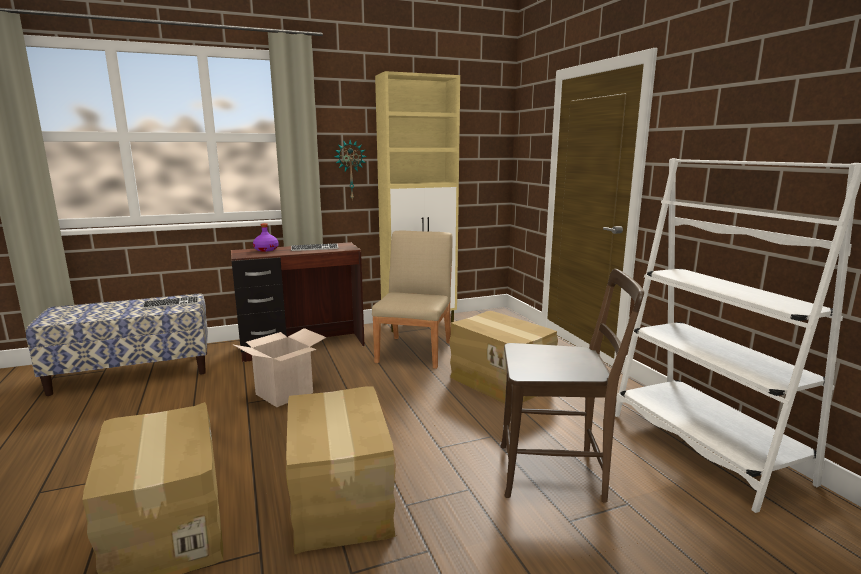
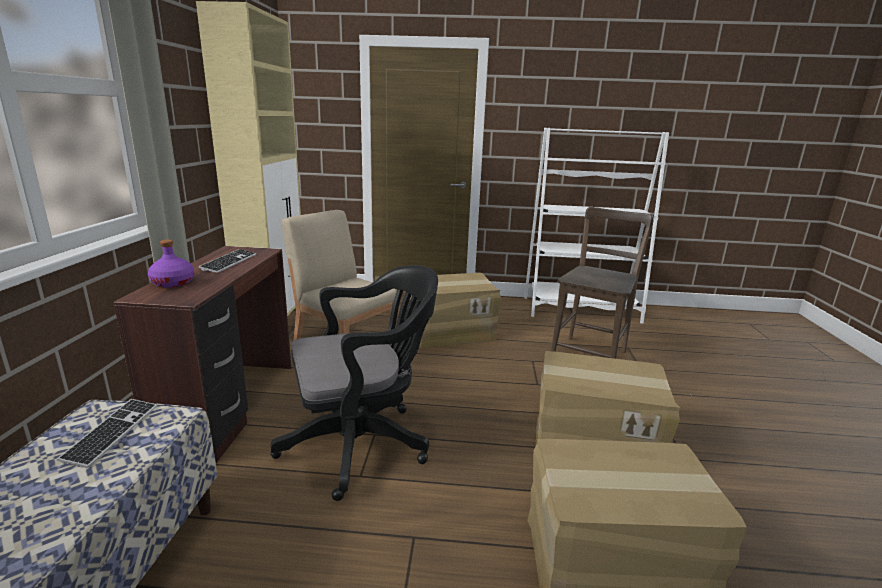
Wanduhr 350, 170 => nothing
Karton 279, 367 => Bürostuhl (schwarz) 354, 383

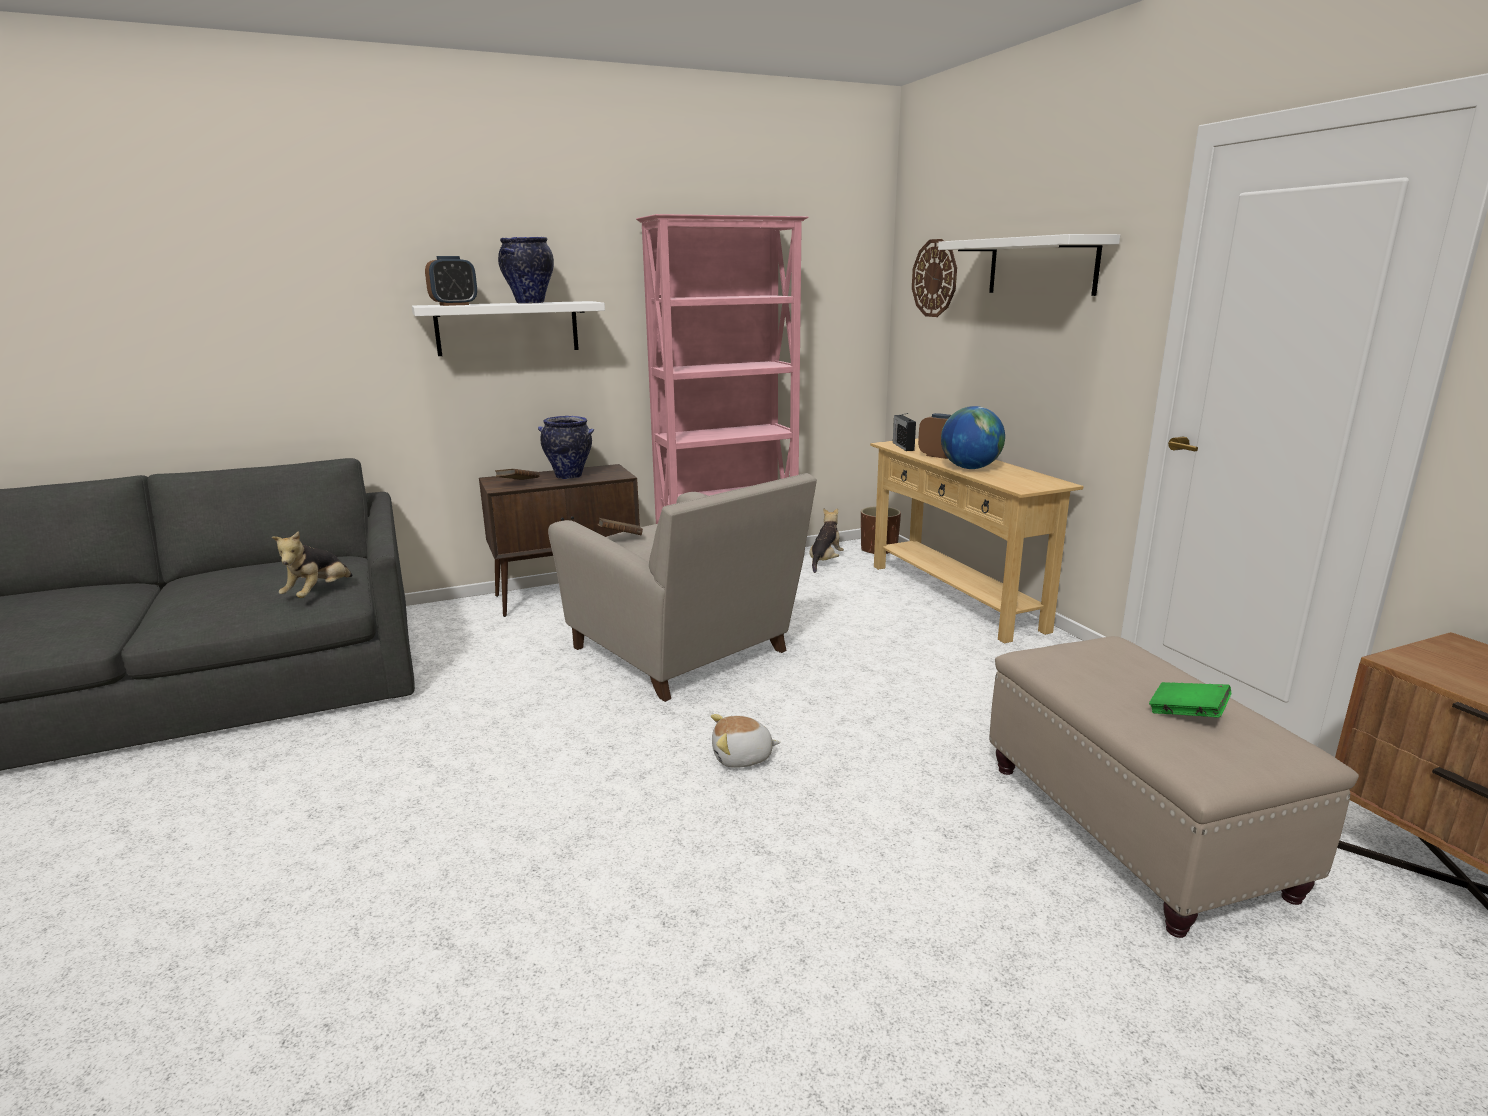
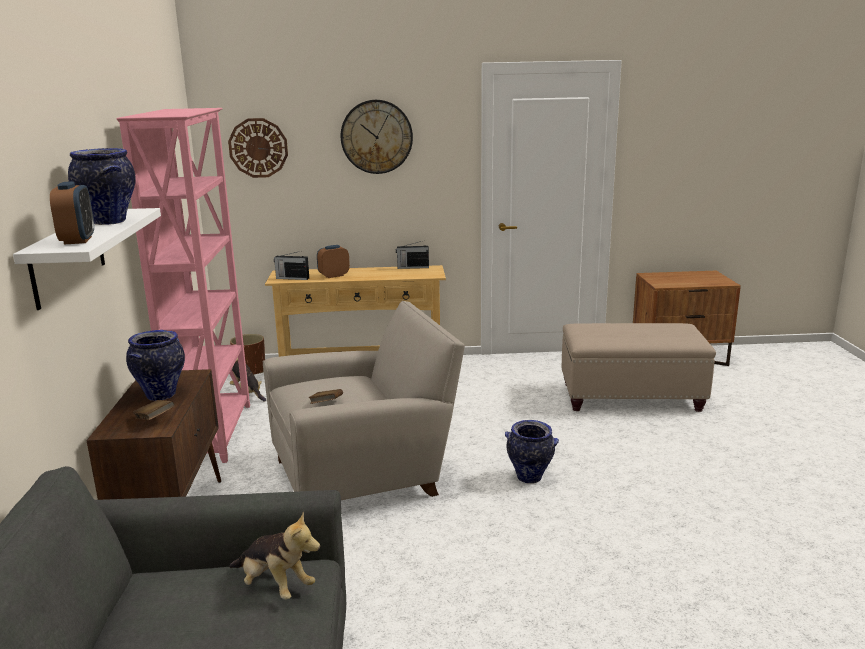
Globus 973, 437 => nothing
Buch (grün) 1190, 700 => nothing
nothing => Radio 412, 255
Plüschtier 746, 741 => Vase 532, 452
Wandregal (weiß) 1029, 265 => Wanduhr 377, 137

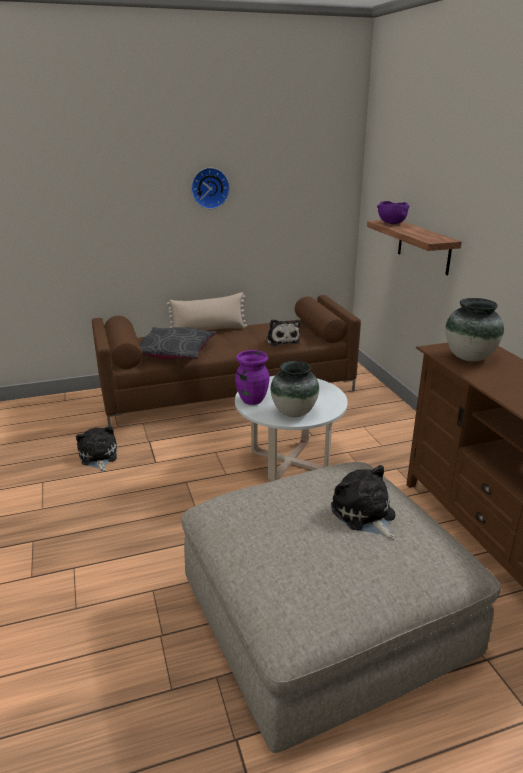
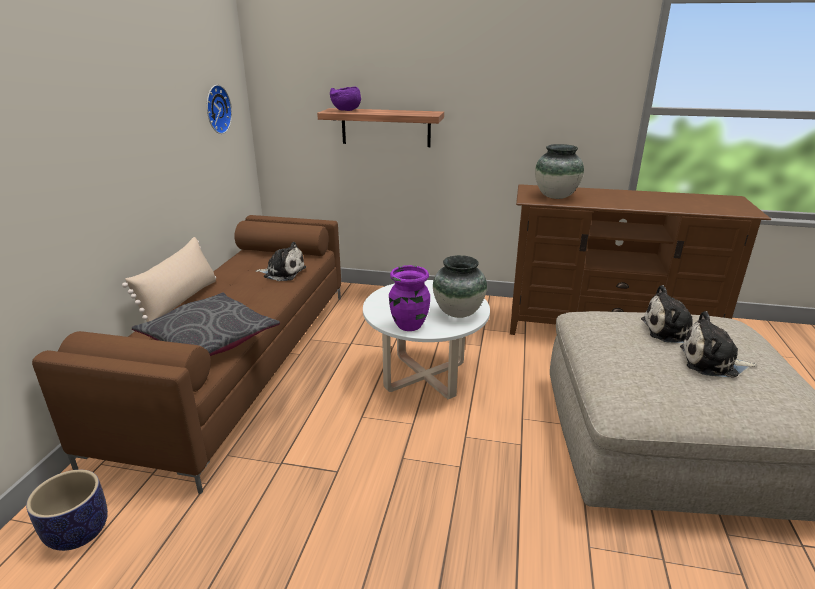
nothing => Pflanzkübel 67, 510
Plüschtier 96, 449 => Plüschtier 718, 344, moved
Wanduhr 210, 188 => Wanduhr 219, 109, moved

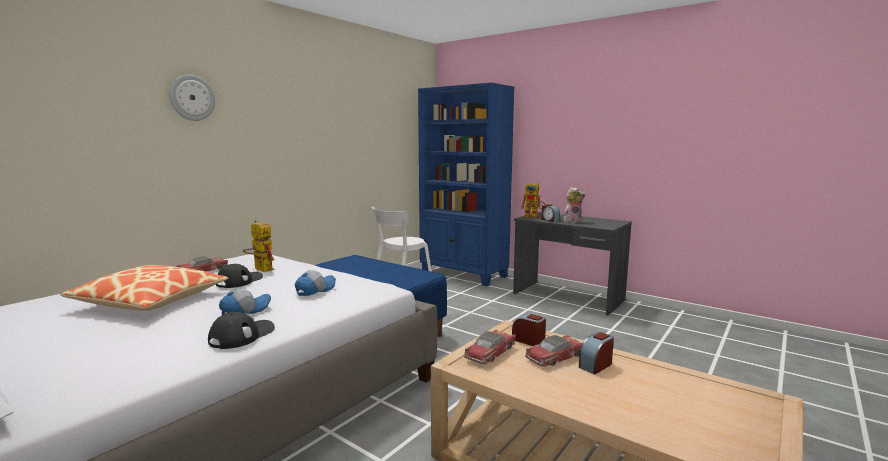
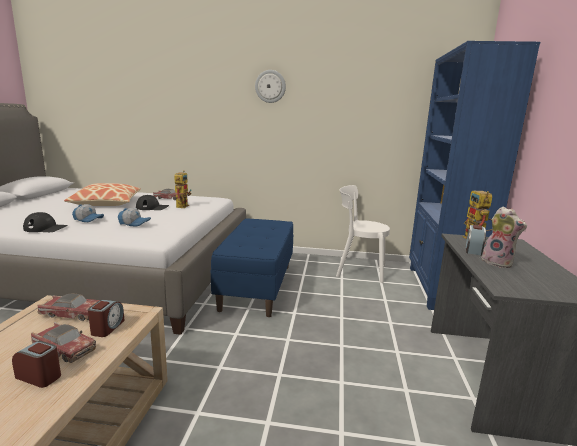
Wanduhr 192, 98 => Wanduhr 270, 86, moved

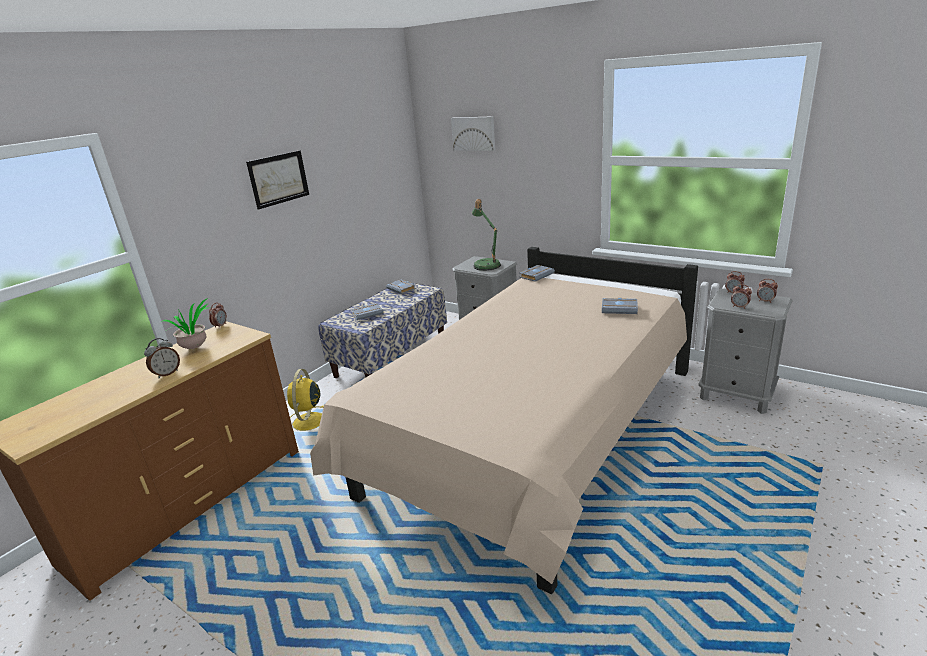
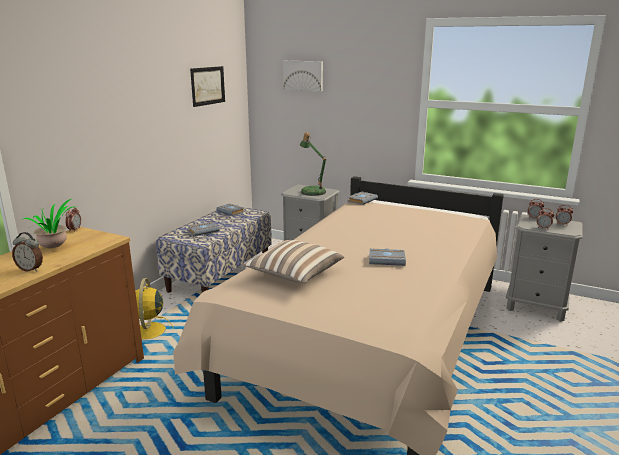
nothing => Kissen 294, 262
Bild 277, 180 => Bild 207, 86, moved
Buch (grau) 620, 306 => Buch (grau) 387, 257, moved
Wecker 162, 358 => Wecker 27, 252, 75 degrees clockwise

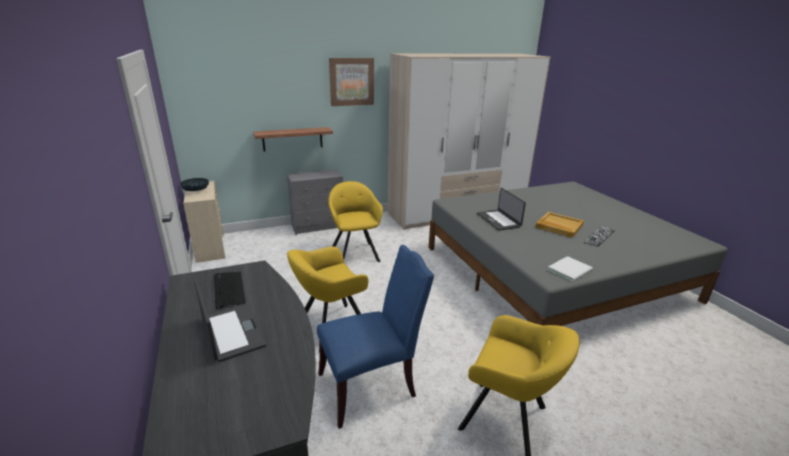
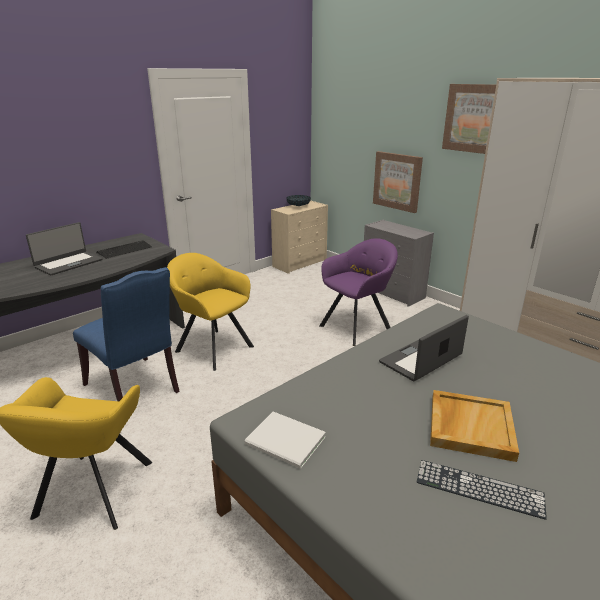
Wandregal 293, 139 => Bild 398, 182
Sessel (gelb) 355, 221 => Sessel (lila) 358, 292

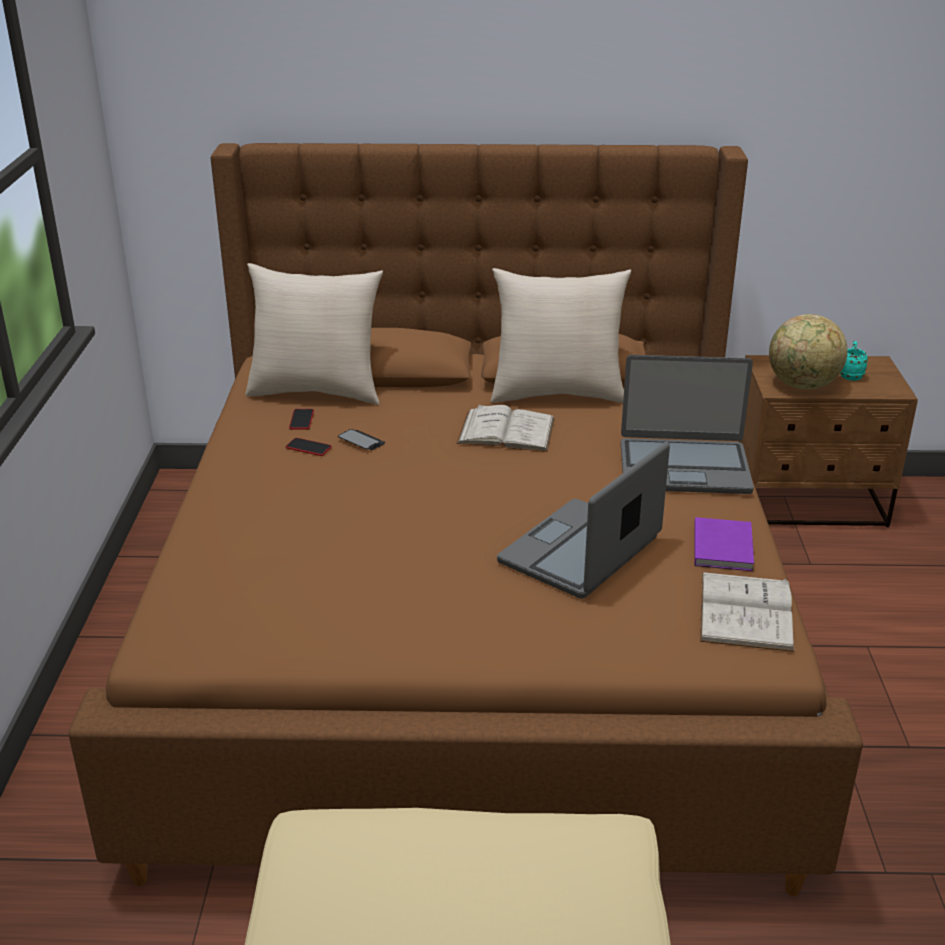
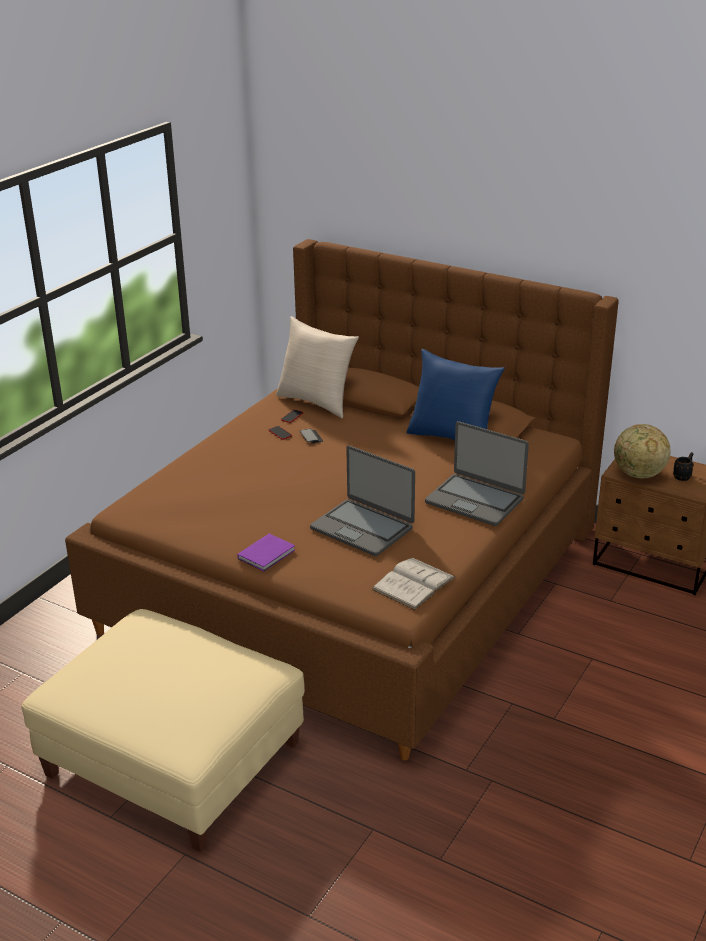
Buch (weiß) 506, 428 => nothing
Buch (lila) 724, 544 => Buch (lila) 266, 552, moved
Kissen (beige) 561, 335 => Kissen (blau) 455, 394
Henkelbecher (türkis) 854, 361 => Henkelbecher (schwarz) 683, 466
Laptop 583, 520 => Laptop 362, 500, 120 degrees counterclockwise

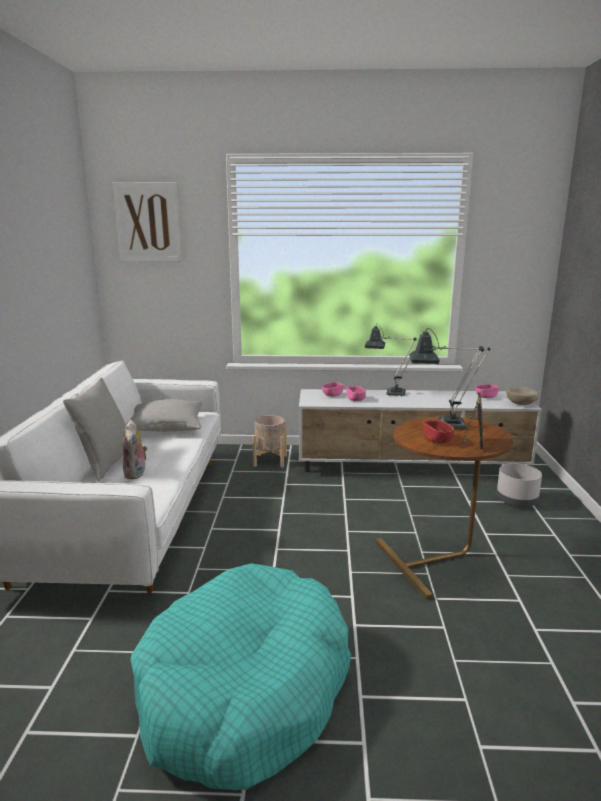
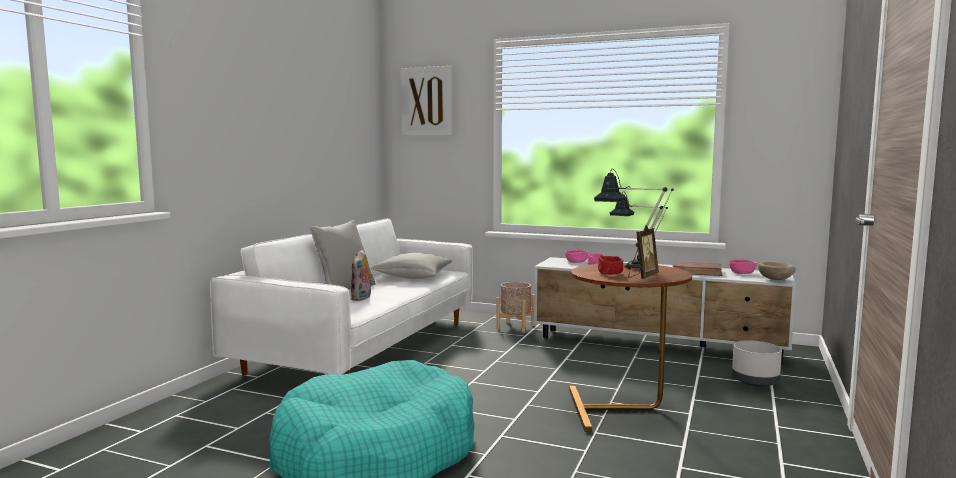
nothing => Buch (braun) 698, 268

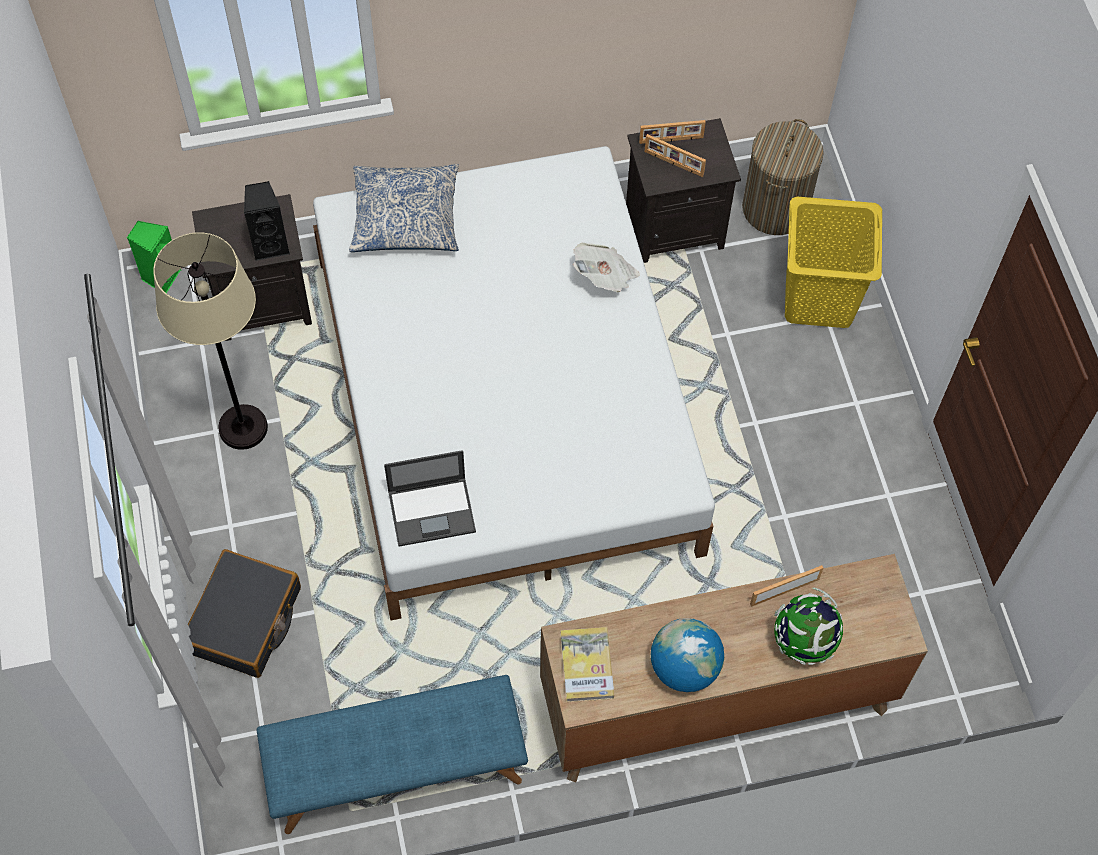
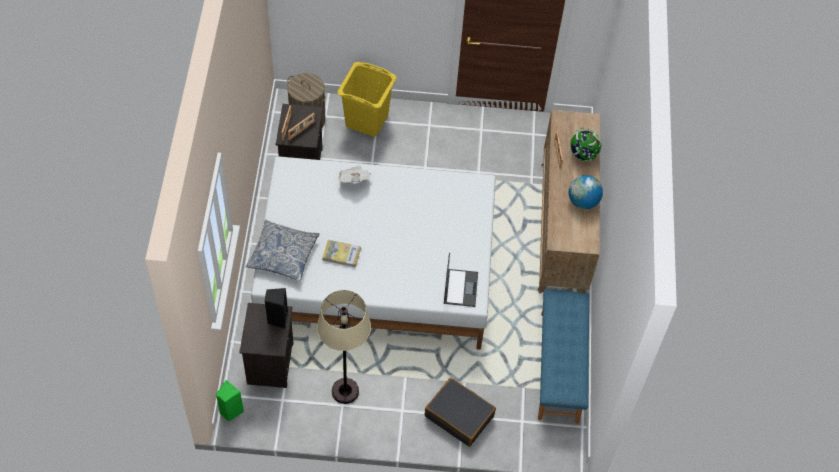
Buch 587, 664 => Buch 341, 253, moved

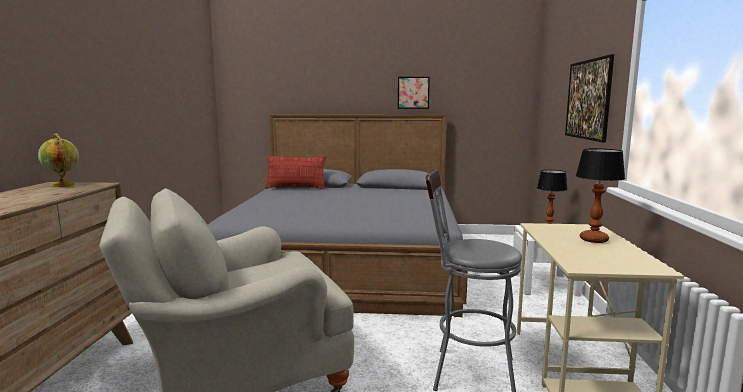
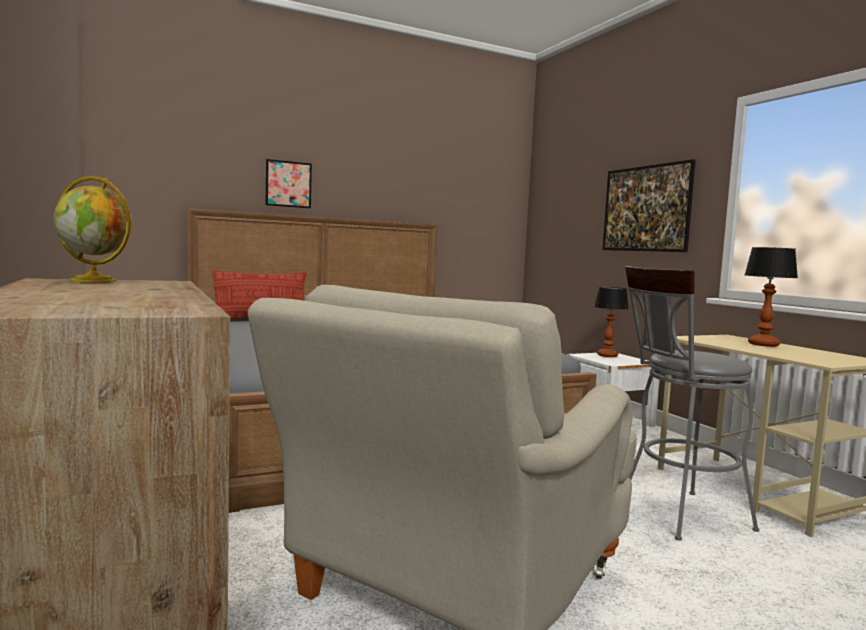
Bild 414, 93 => Bild 288, 183, moved

